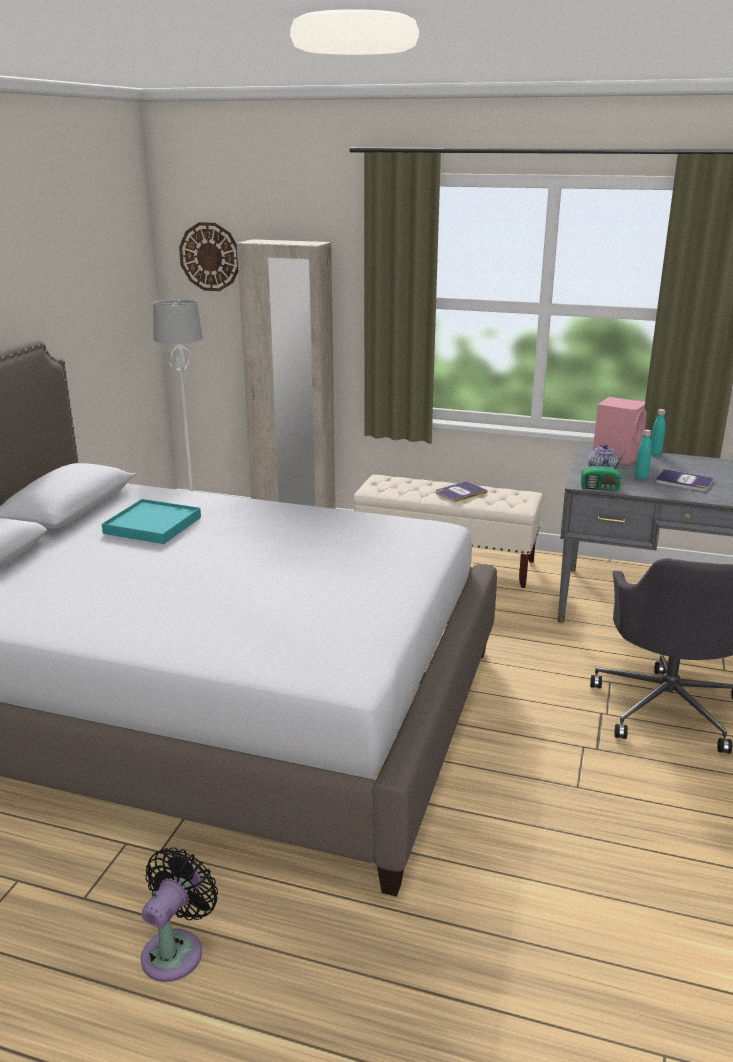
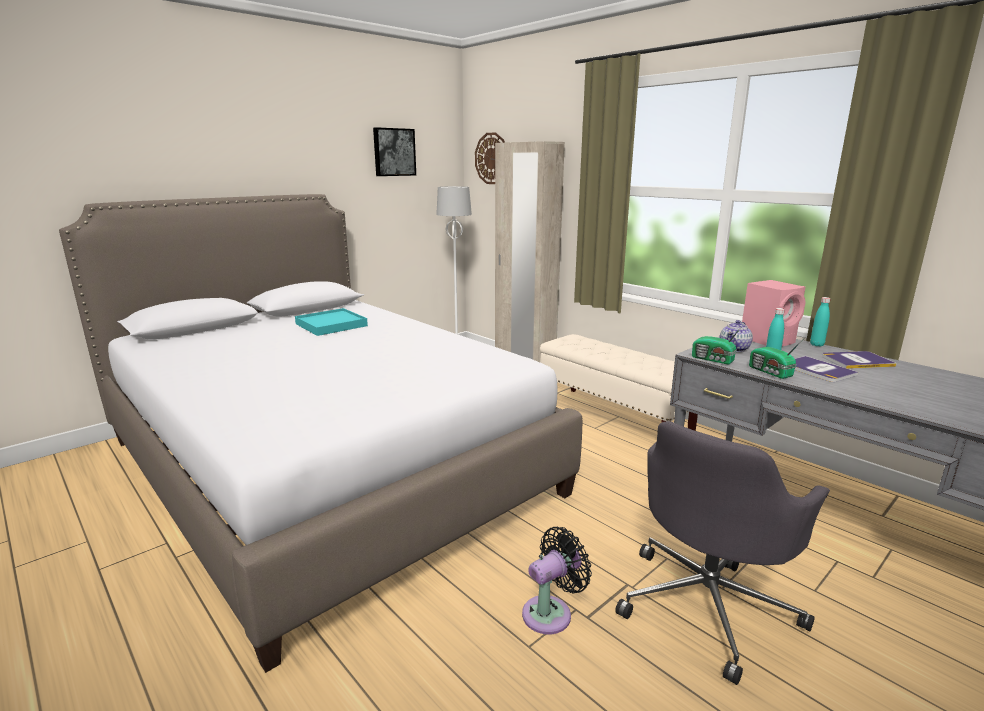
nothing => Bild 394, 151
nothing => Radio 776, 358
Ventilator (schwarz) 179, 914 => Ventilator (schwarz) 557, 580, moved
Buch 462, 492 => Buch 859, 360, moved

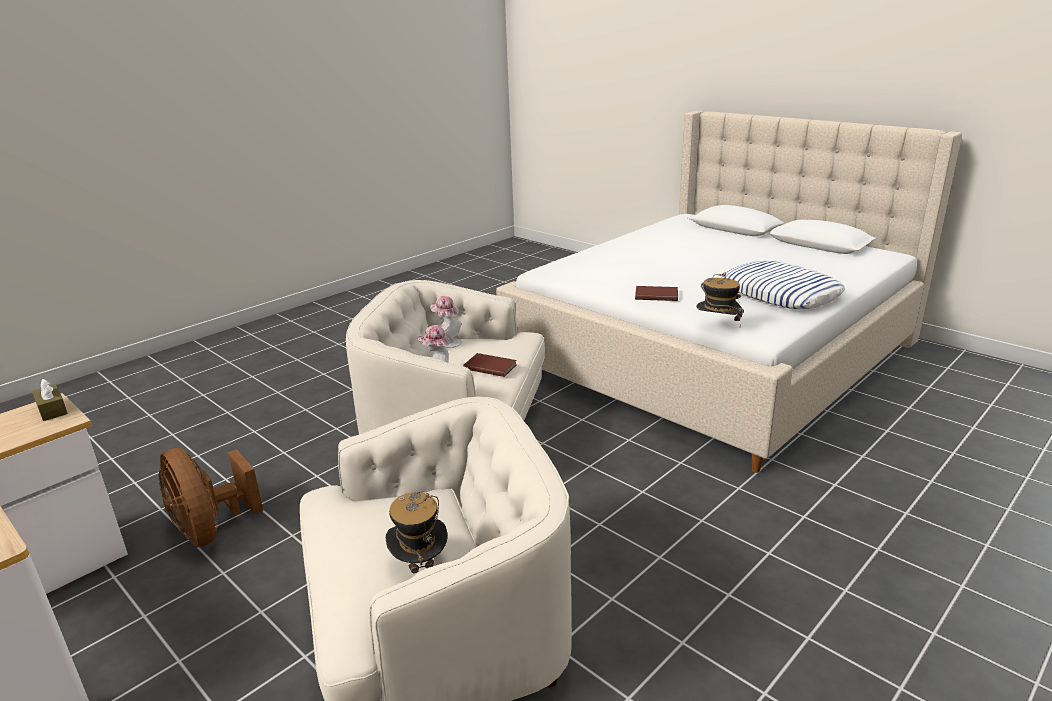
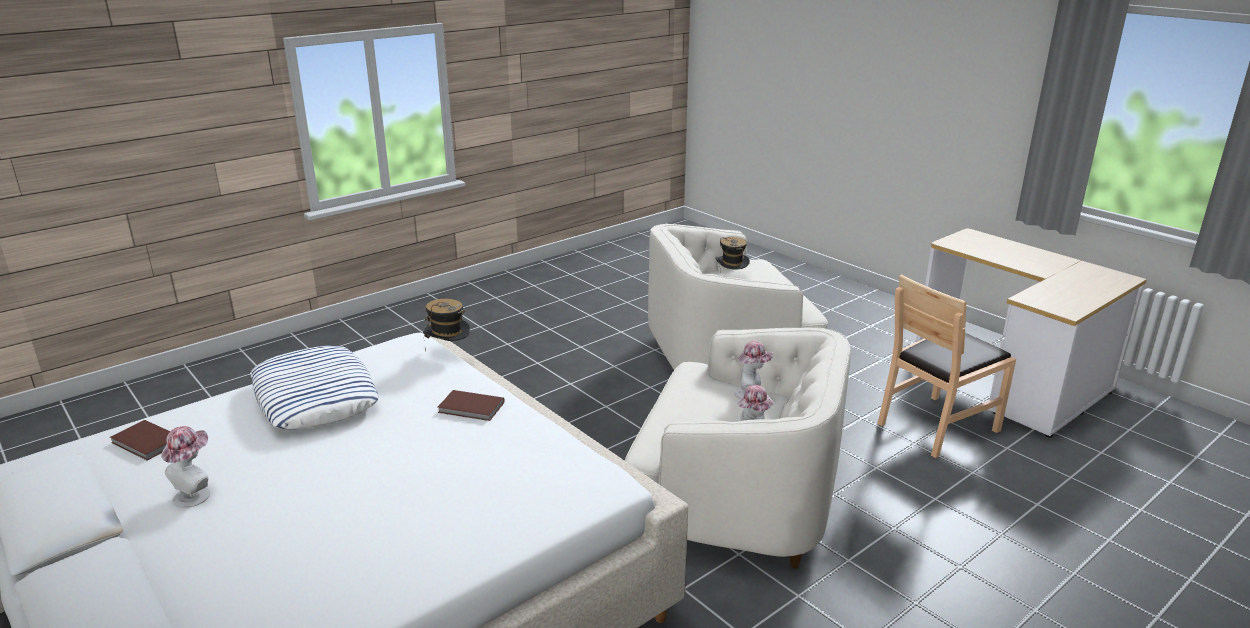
Taschentuchbox (braun) 50, 400 => nothing
nothing => Hut 185, 467
Buch (braun) 490, 365 => Buch (braun) 140, 440, moved
Ventilator (braun) 211, 498 => Stuhl (braun) 947, 366

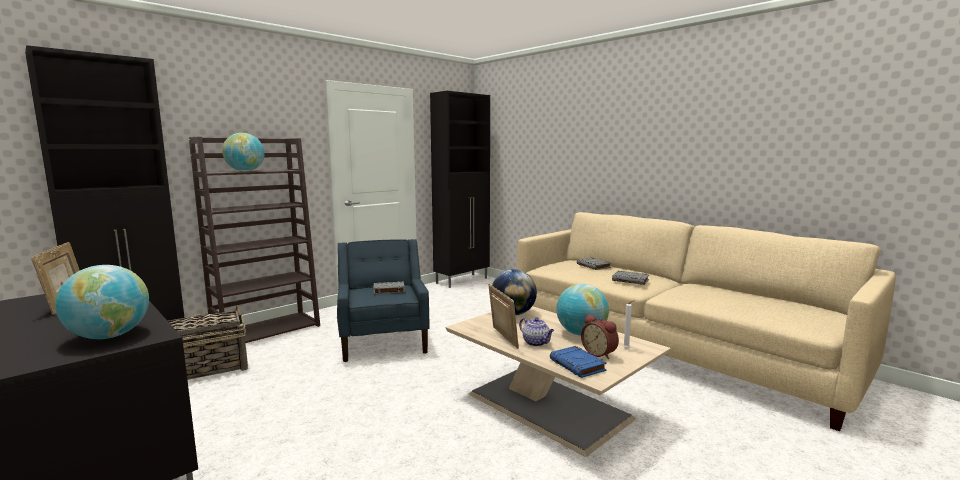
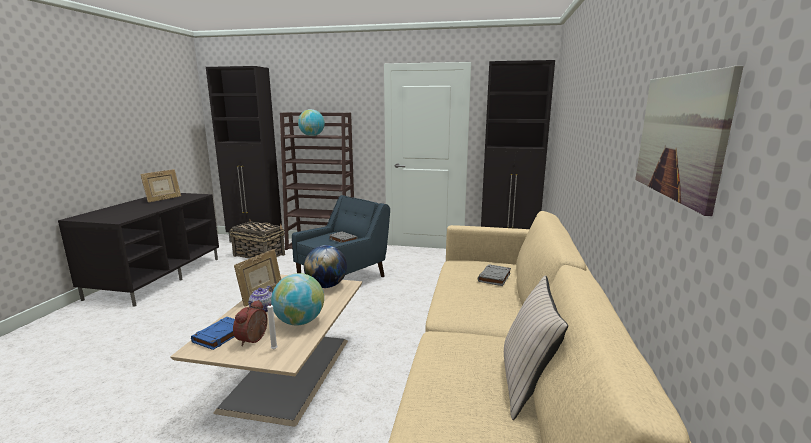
Globus 102, 302 => nothing
Buch (grau) 630, 278 => nothing
nothing => Kissen (beige) 536, 348
nothing => Bild 689, 141

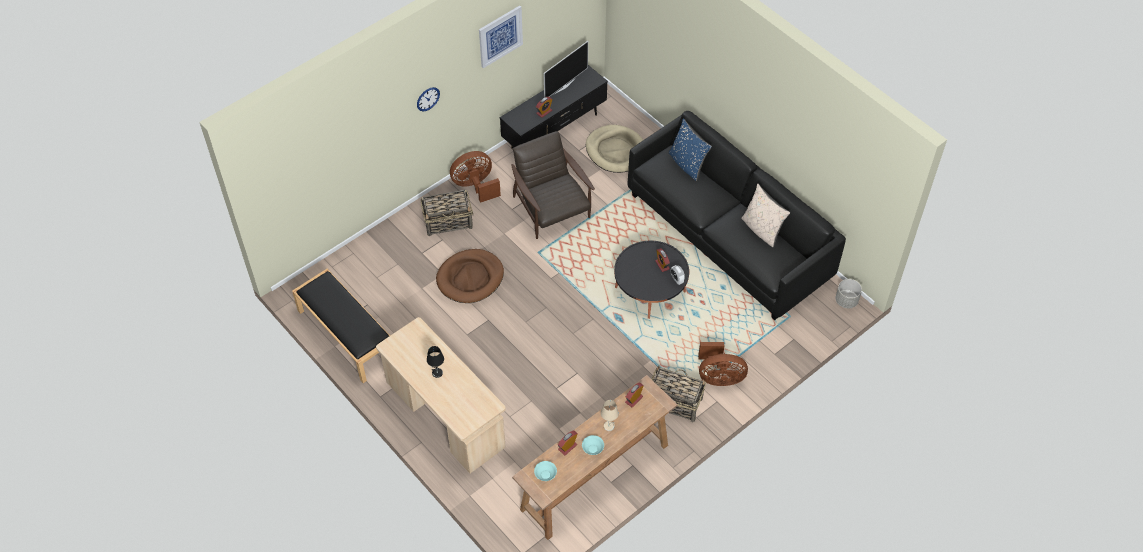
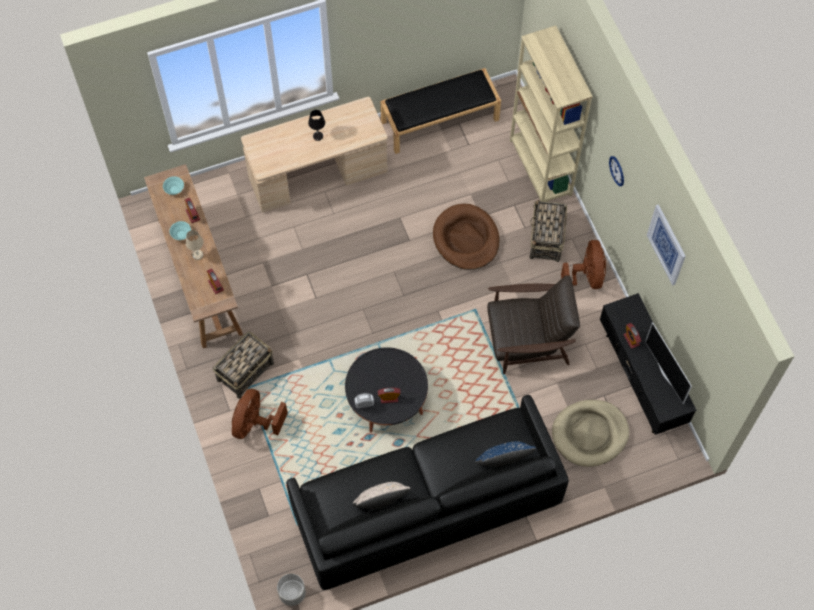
nothing => Bücherregal (beige) 551, 114

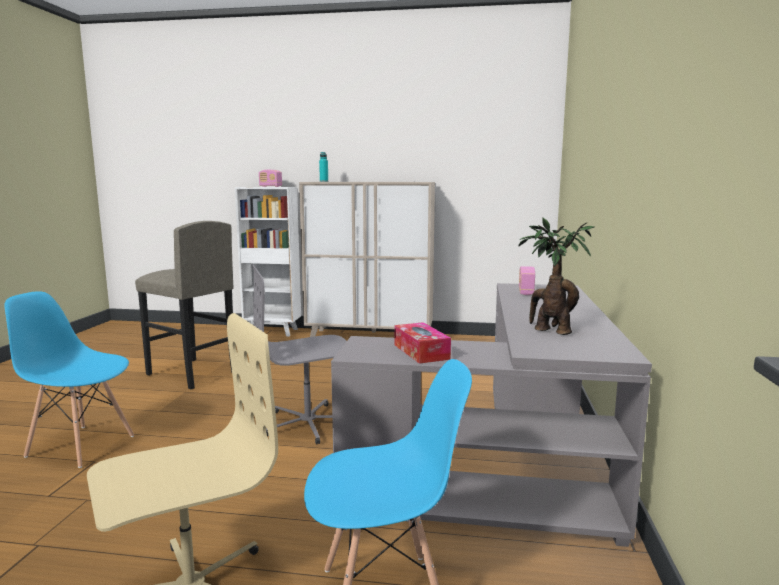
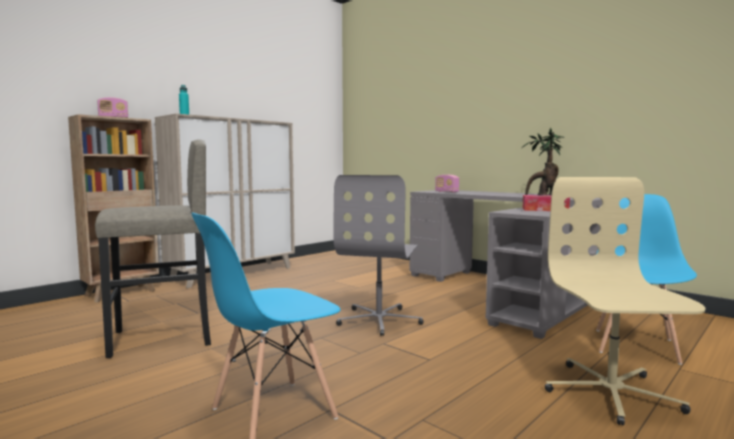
Bücherregal (weiß) 268, 262 => Bücherregal (braun) 113, 208

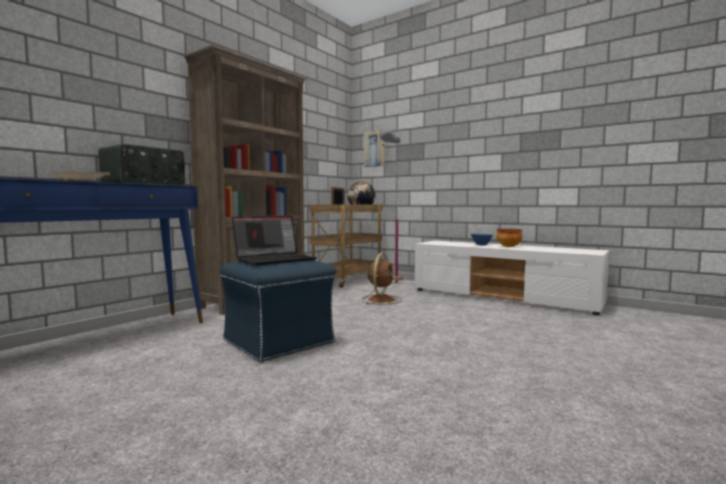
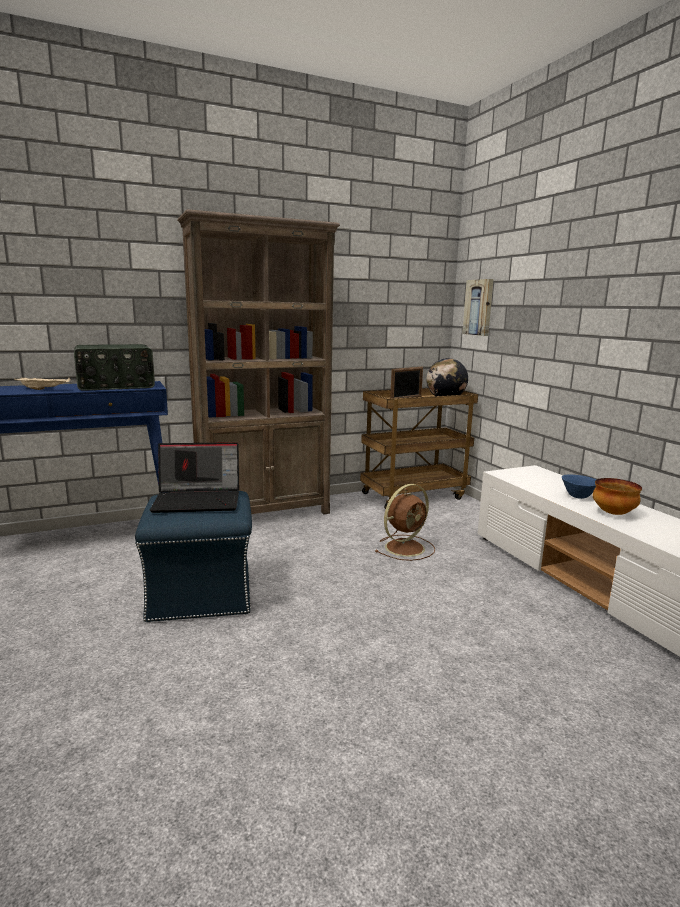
Stehlampe (grau) 391, 206 => nothing

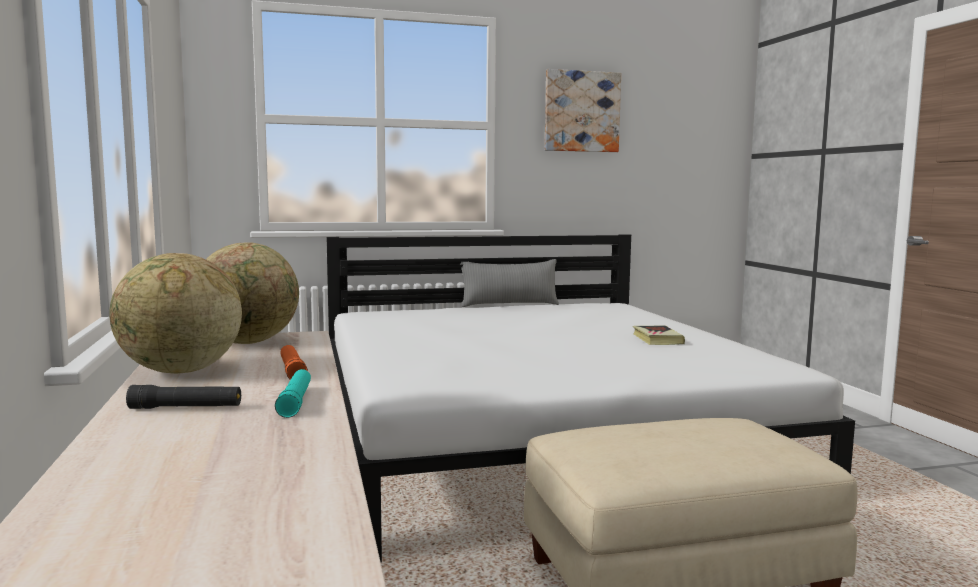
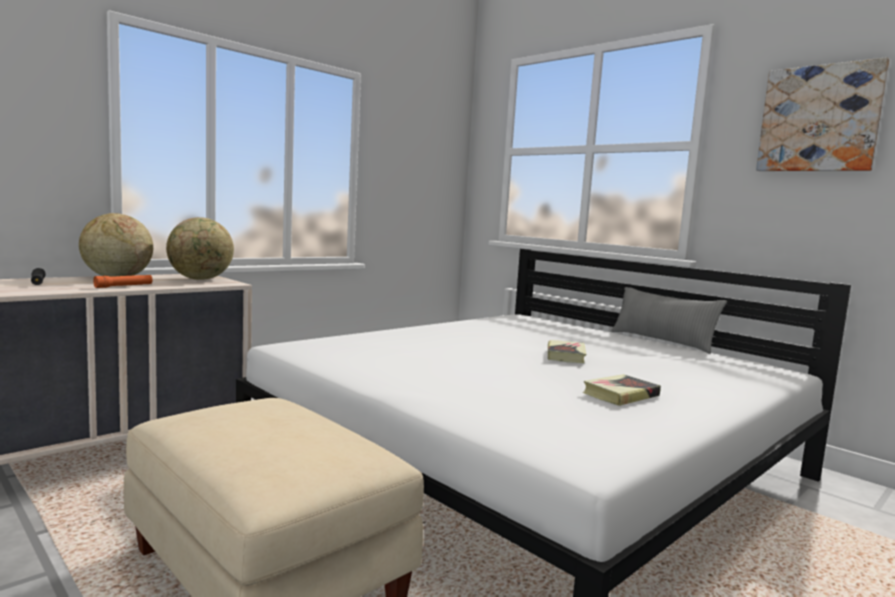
Taschenlampe (türkis) 293, 393 => nothing
nothing => Buch 567, 351

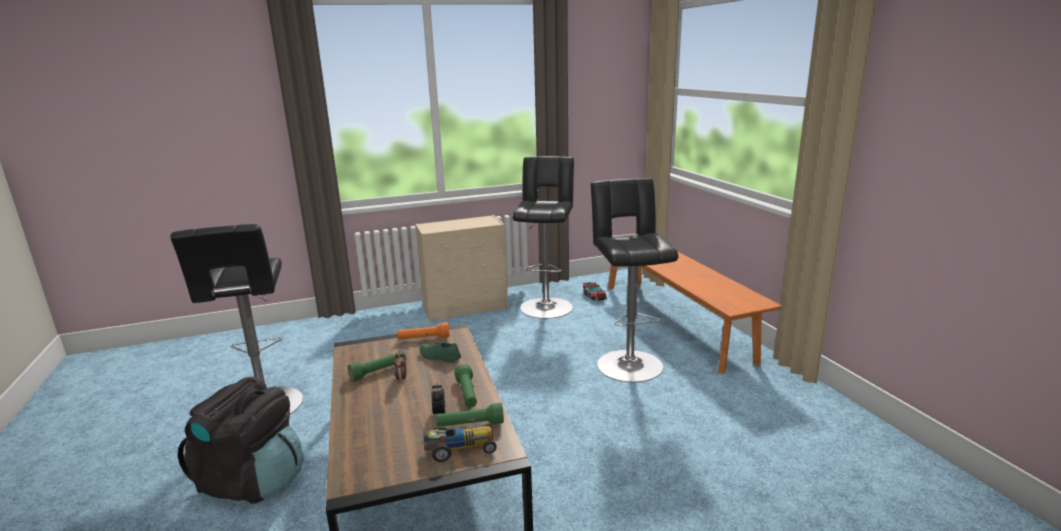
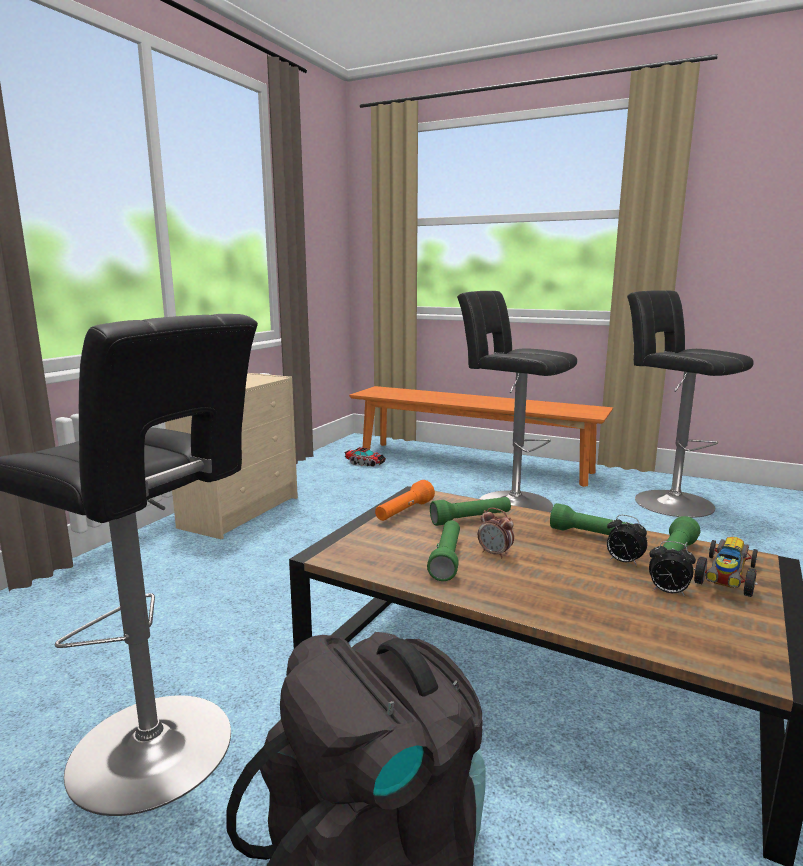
nothing => Wecker 672, 568
Hocker (schwarz) 543, 237 => Hocker (schwarz) 690, 404, moved
Schuh (grün) 440, 352 => Taschenlampe (grün) 470, 511

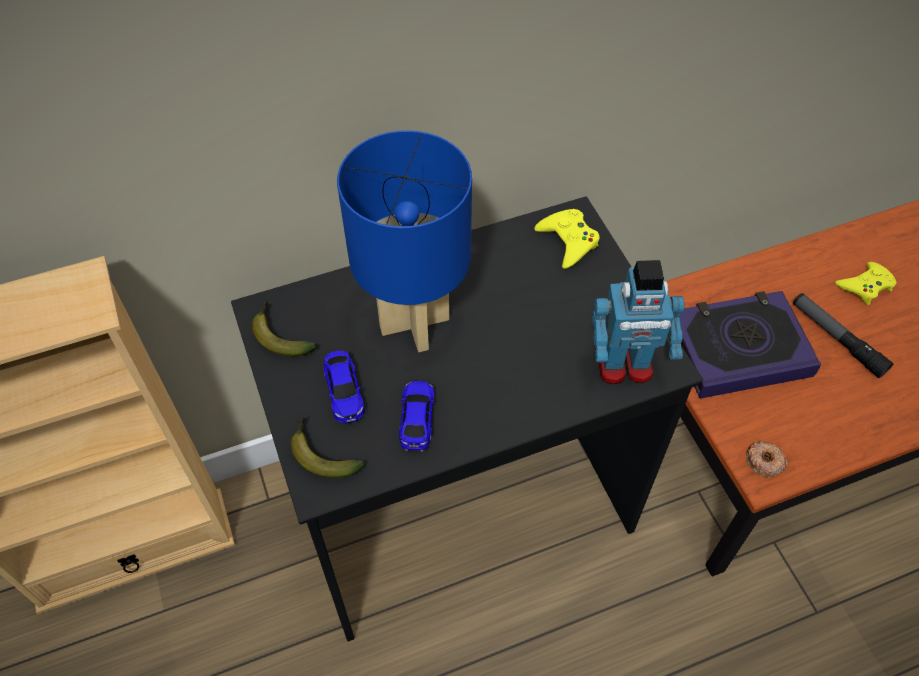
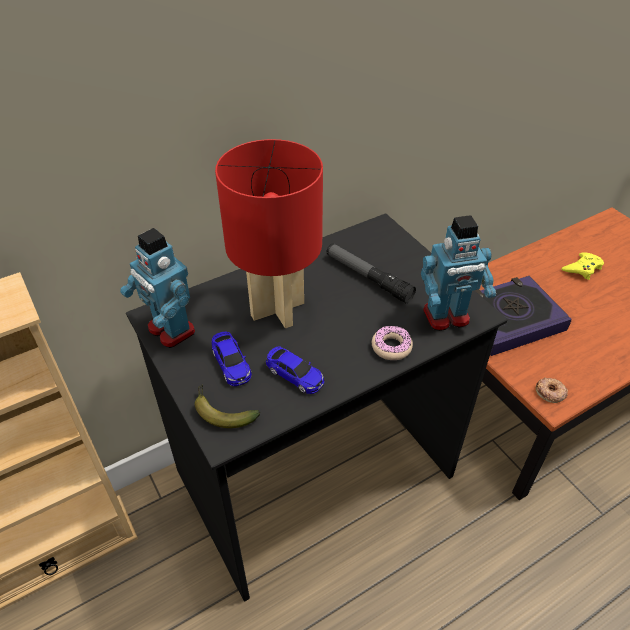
Gamepad (gelb) 567, 239 => nothing
nothing => Donut 392, 343
Taschenlampe 843, 335 => Taschenlampe 371, 273, moved
Banane 284, 328 => Spielzeugroboter 157, 288
Tischlampe (blau) 404, 241 => Tischlampe (rot) 269, 233
Spielzeugauto 417, 415 => Spielzeugauto 294, 370, 135 degrees clockwise

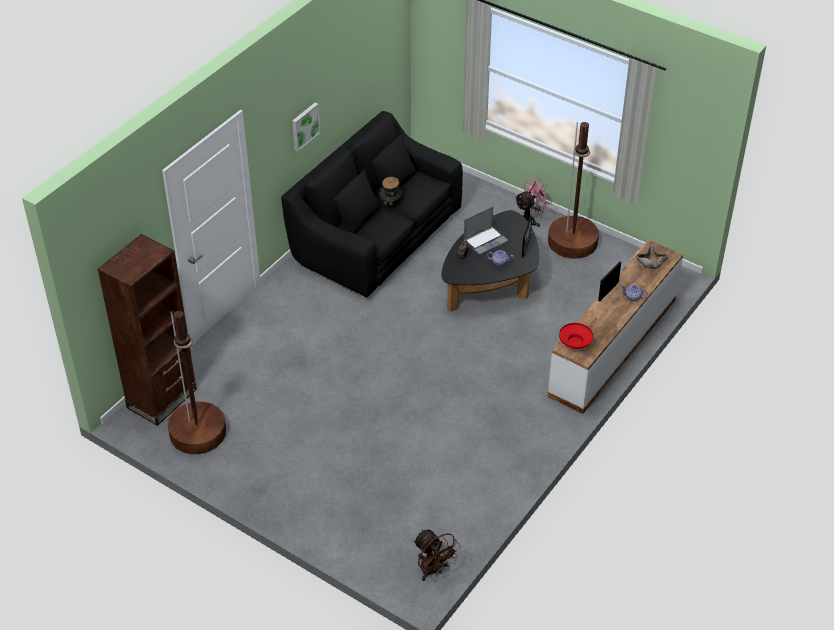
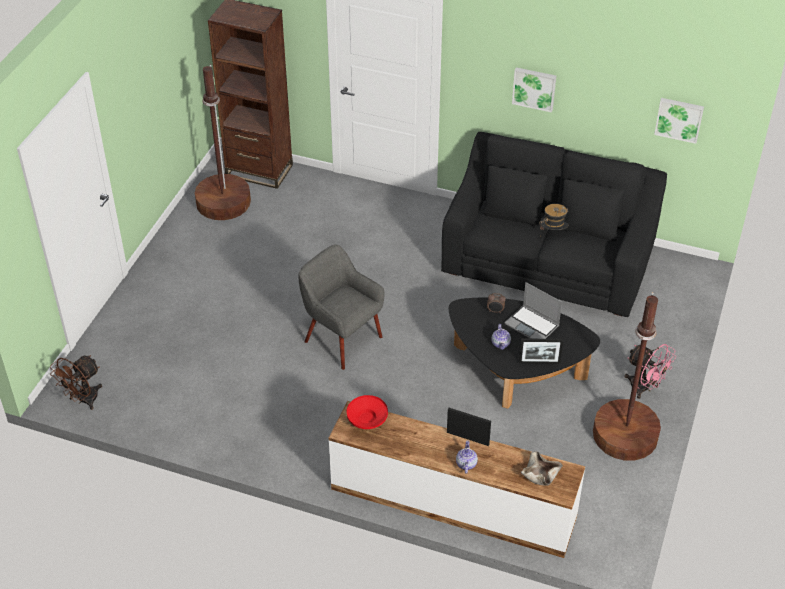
nothing => Sessel (grau) 341, 307
nothing => Bild 679, 121

